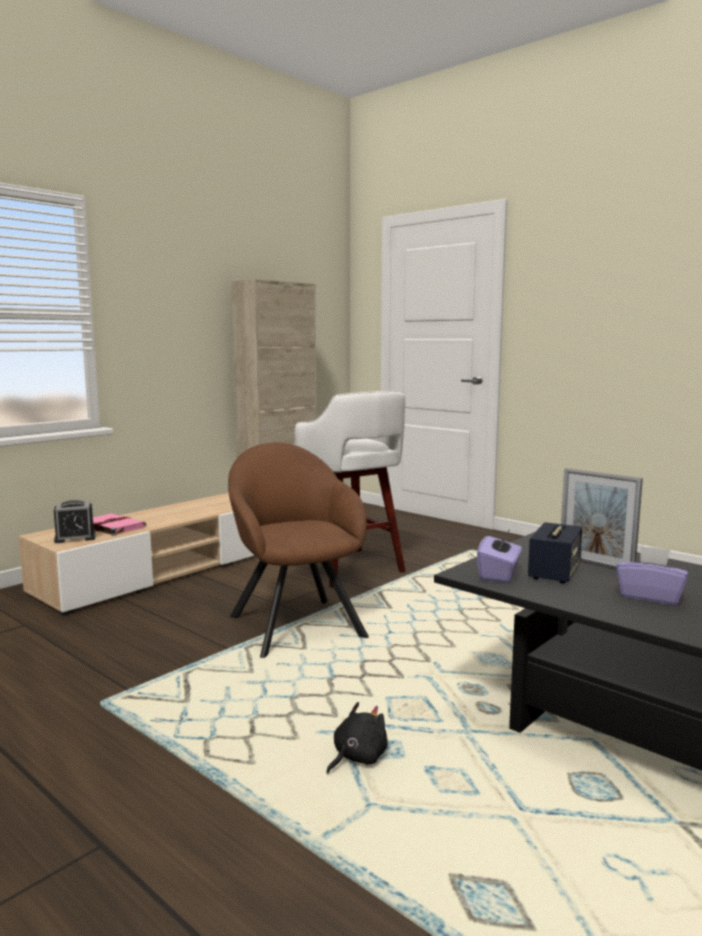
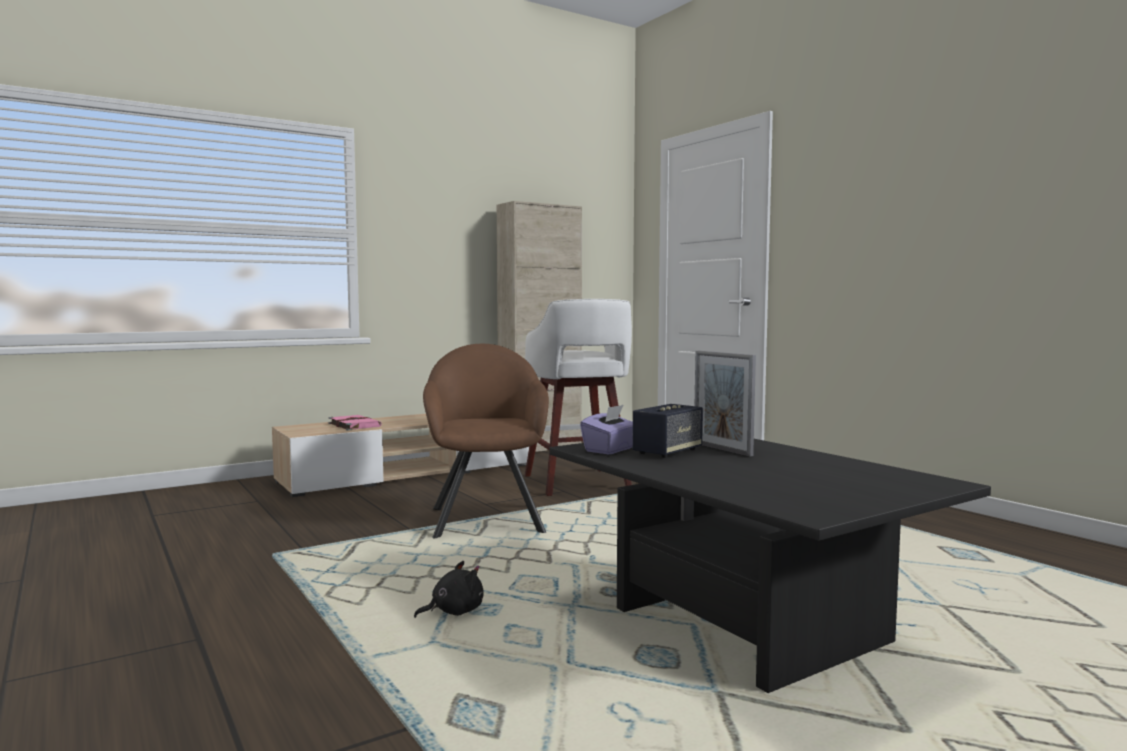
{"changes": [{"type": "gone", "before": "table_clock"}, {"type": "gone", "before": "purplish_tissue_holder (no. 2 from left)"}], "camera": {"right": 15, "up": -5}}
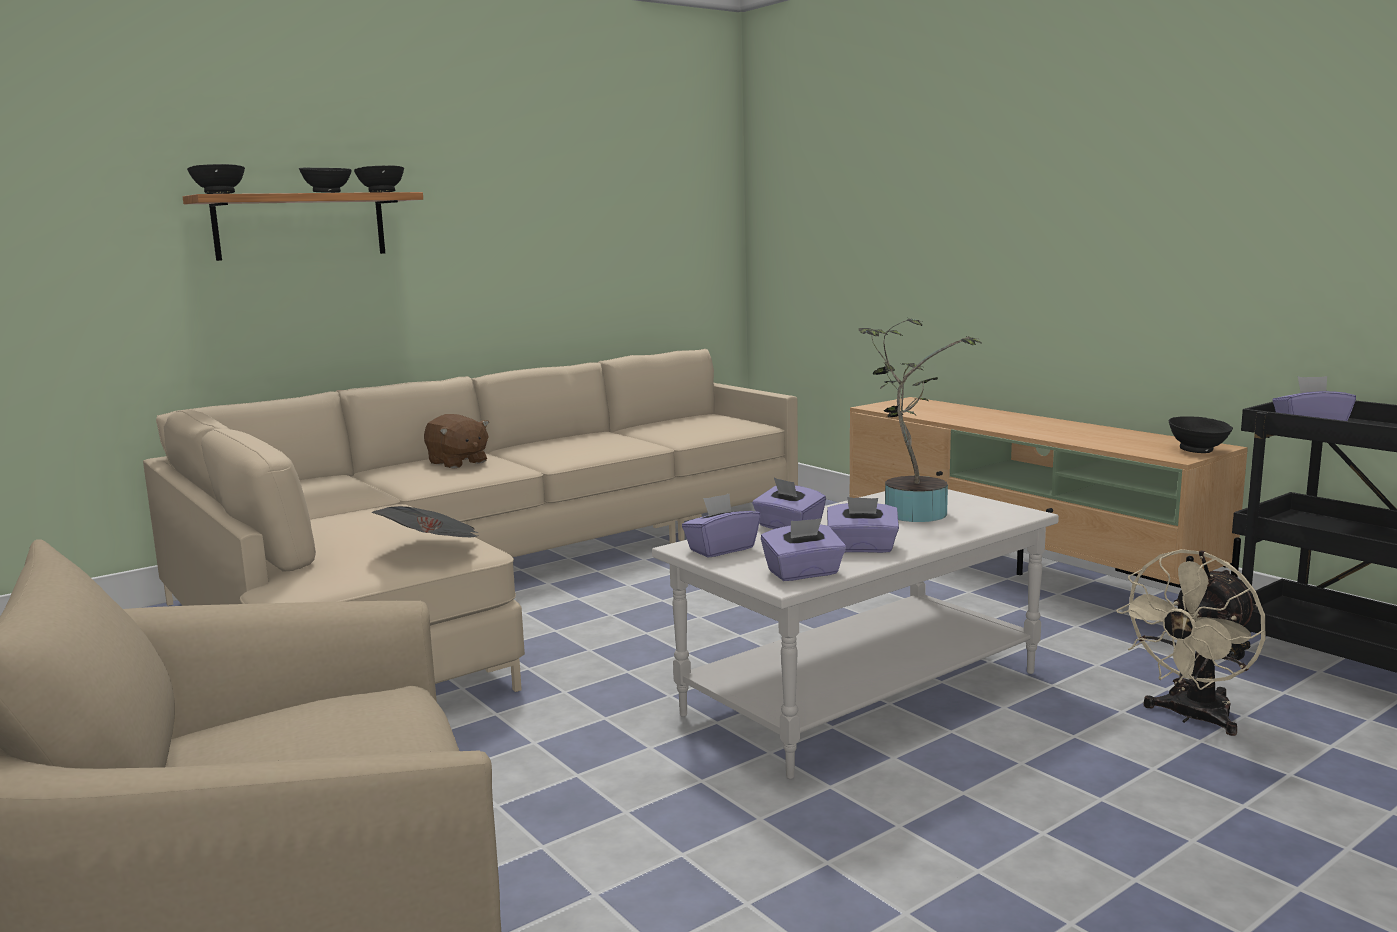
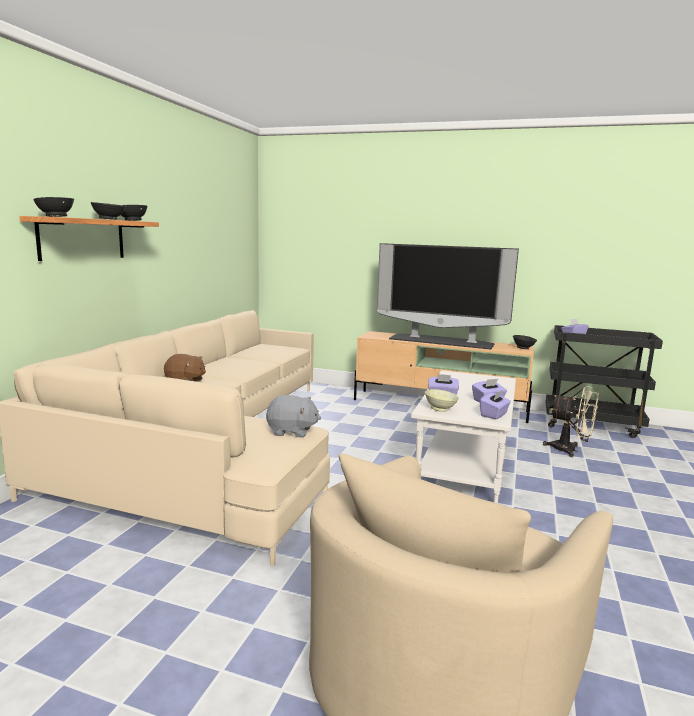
{"changes": [{"type": "gone", "before": "potted_plant"}, {"type": "swapped", "before": "purplish_tissue_holder (no. 1 from left)", "after": "sand-coloured_bowl"}, {"type": "swapped", "before": "newspaper", "after": "gray_soft_toy"}, {"type": "rotated", "before": "sand-coloured_electric_fan", "turn": -75}, {"type": "new", "after": "television"}], "camera": {"right": -35, "up": 0}}
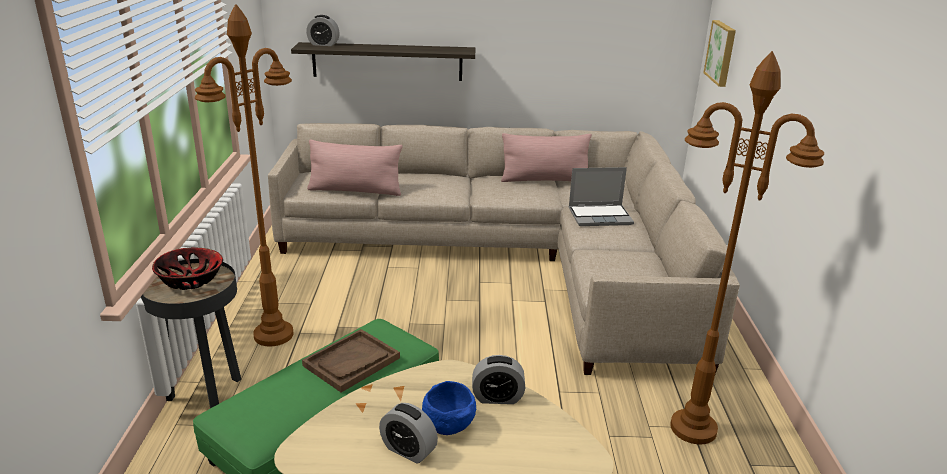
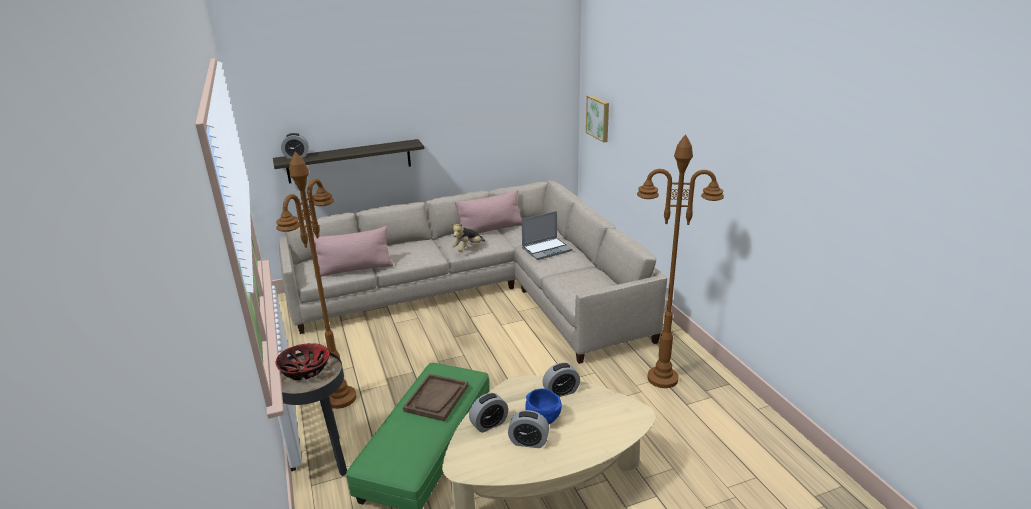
{"changes": [{"type": "new", "after": "soft_toy"}, {"type": "new", "after": "table_clock (no. 2 from left)"}], "camera": {"right": -20, "up": 0}}
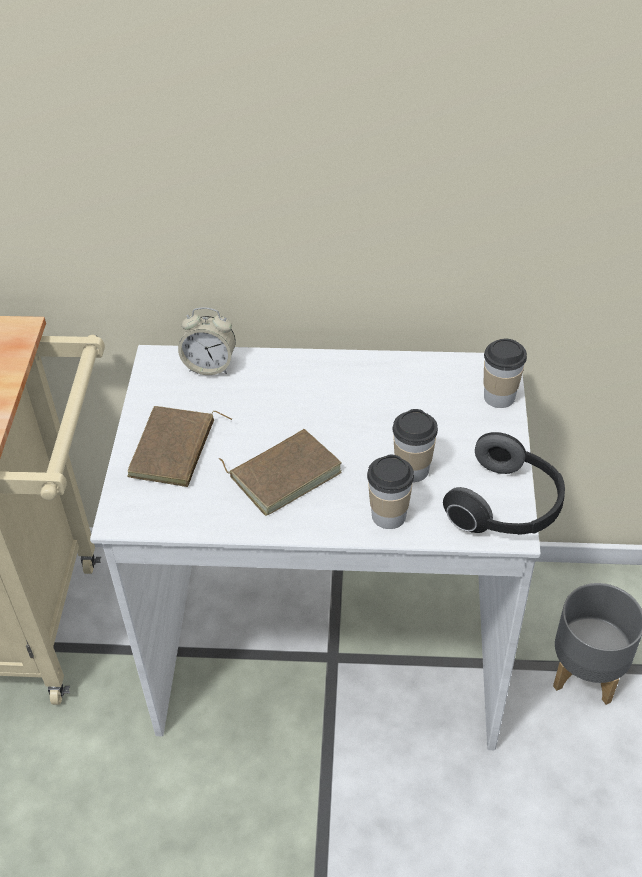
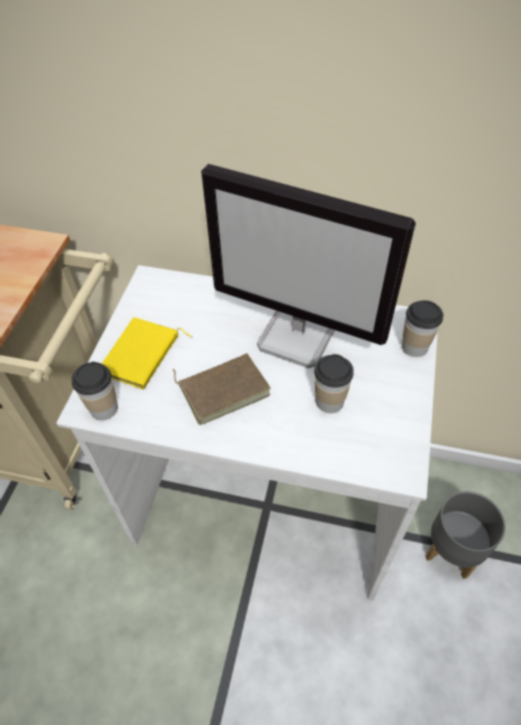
{"changes": [{"type": "gone", "before": "table_clock"}, {"type": "repainted", "before": "brown-coloured_bound_book (no. 1 from left)", "after": "yellow-coloured_bound_book"}, {"type": "gone", "before": "headset"}, {"type": "shifted", "before": "cup (no. 1 from left)"}, {"type": "new", "after": "computer_display"}], "camera": {"right": 10, "up": 5}}
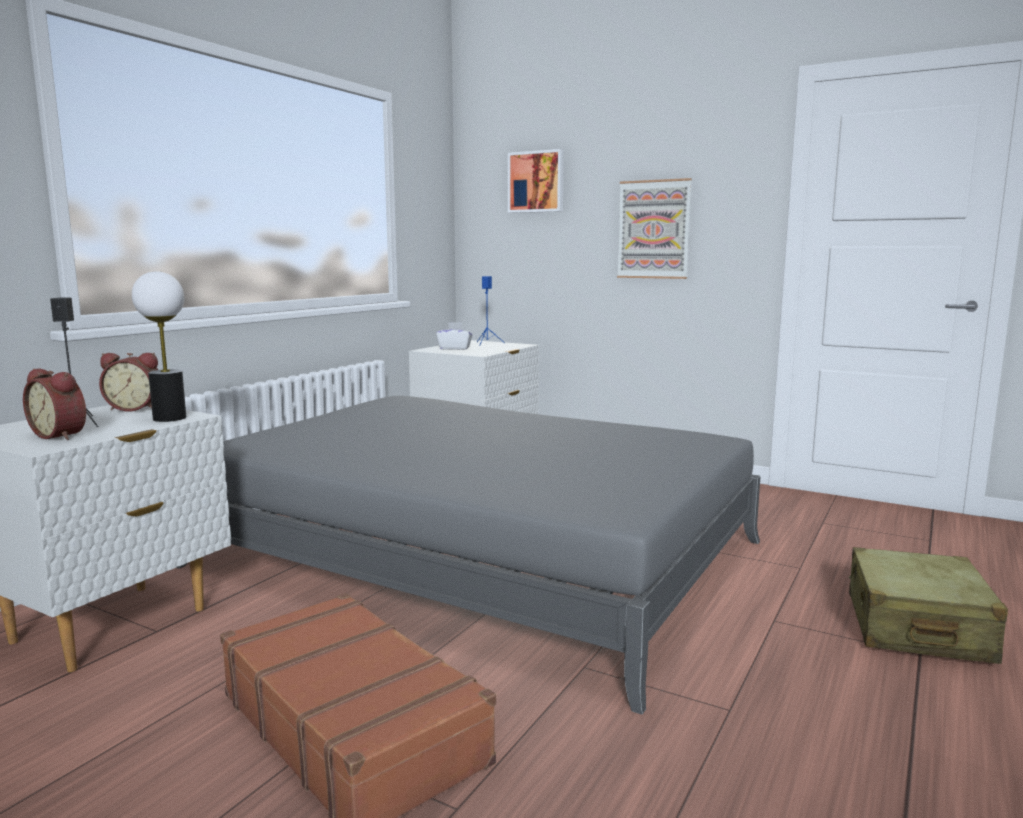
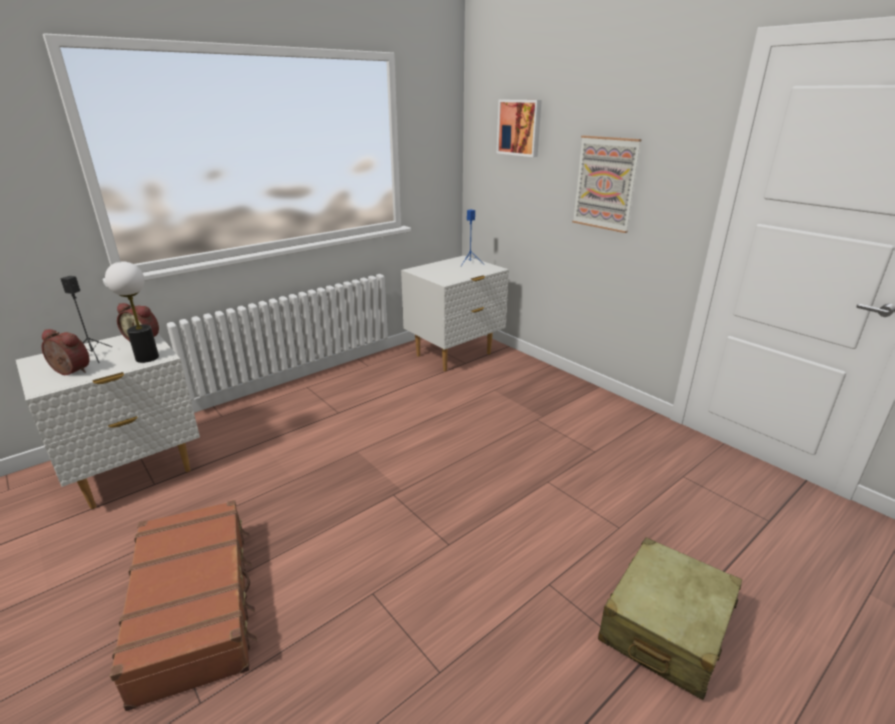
{"changes": [{"type": "gone", "before": "whitish_tissue_holder"}, {"type": "rotated", "before": "table_clock (no. 1 from left)", "turn": 150}, {"type": "gone", "before": "gray_bedroom_bed"}], "camera": {"right": 20, "up": 15}}
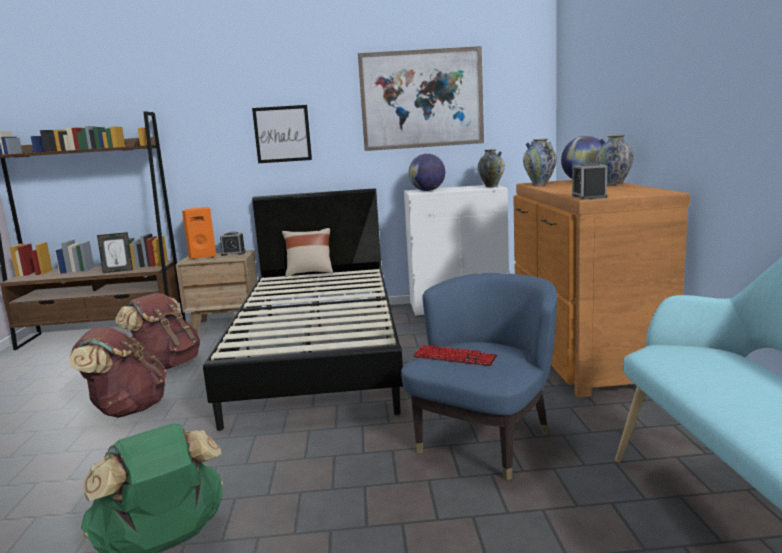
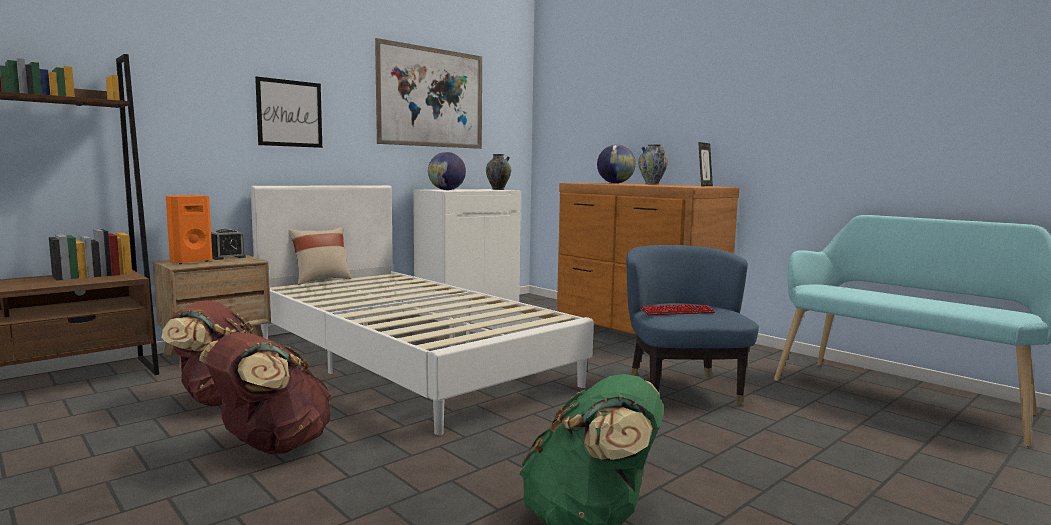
{"changes": [{"type": "gone", "before": "flower_vase (no. 2 from left)"}, {"type": "gone", "before": "table_clock (no. 2 from left)"}, {"type": "repainted", "before": "black-coloured_bedroom_bed", "after": "whitish_bedroom_bed"}, {"type": "shifted", "before": "picture_frame"}], "camera": {"right": -40, "up": -5}}
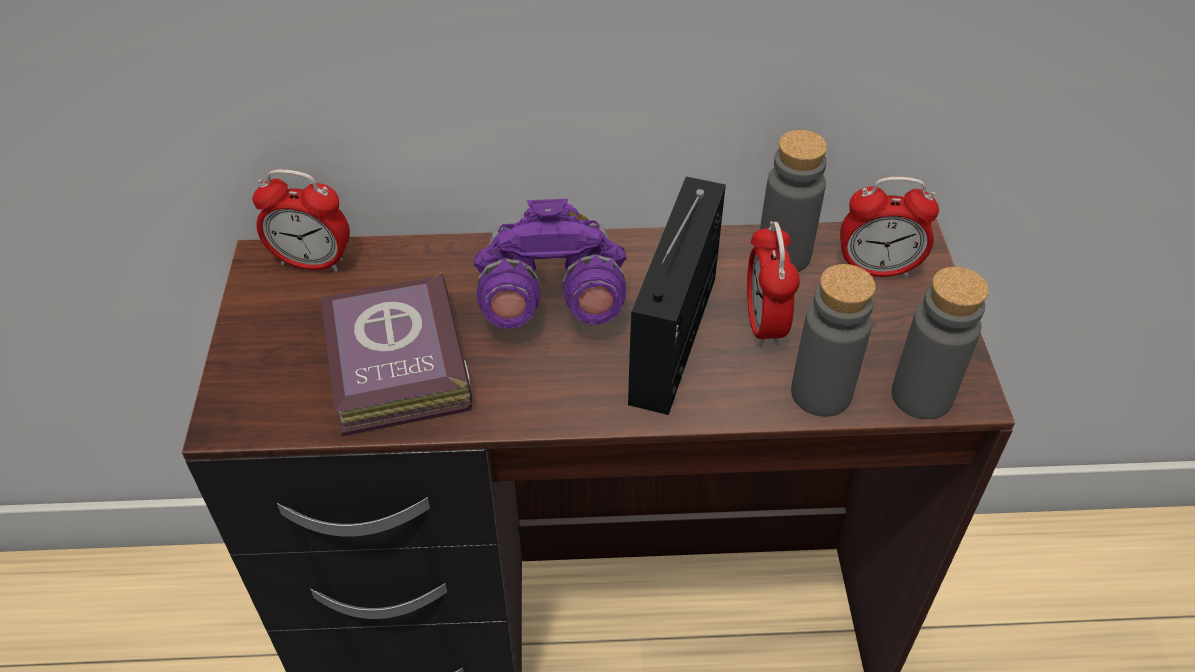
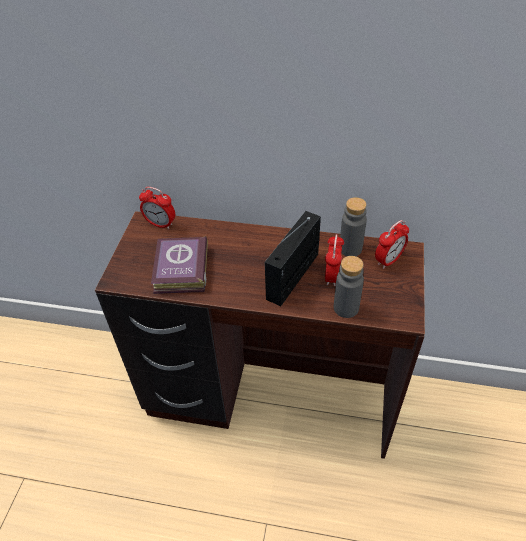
{"changes": [{"type": "rotated", "before": "table_clock (no. 3 from left)", "turn": -60}, {"type": "gone", "before": "purplish_pair_of_binoculars"}, {"type": "gone", "before": "gray_drink_bottle (no. 3 from left)"}], "camera": {"right": 15, "up": 0}}
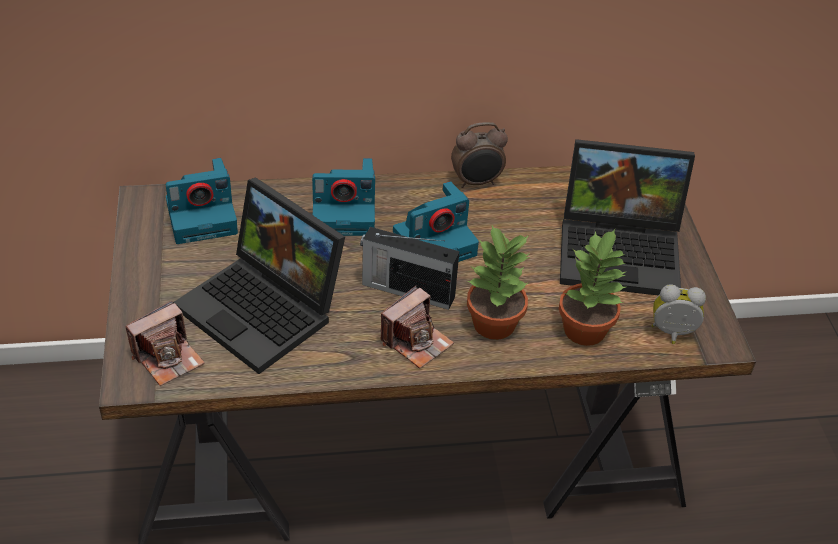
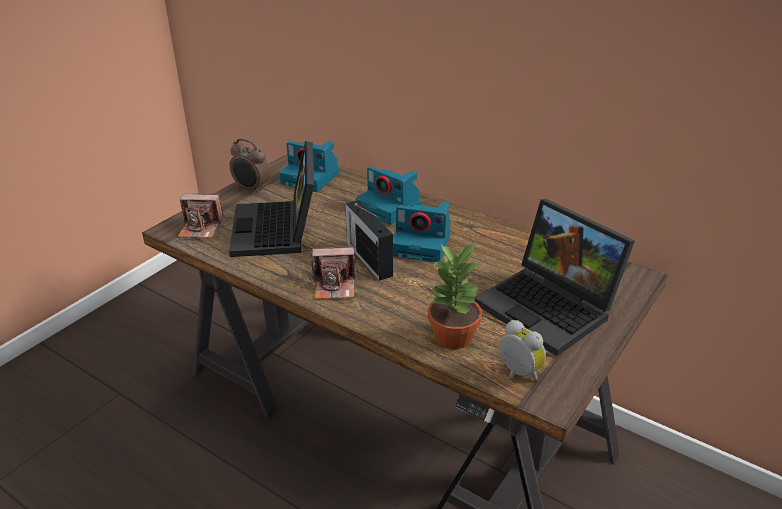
{"changes": [{"type": "shifted", "before": "table_clock (no. 1 from left)"}, {"type": "gone", "before": "potted_plant (no. 1 from left)"}], "camera": {"right": 45, "up": -10}}
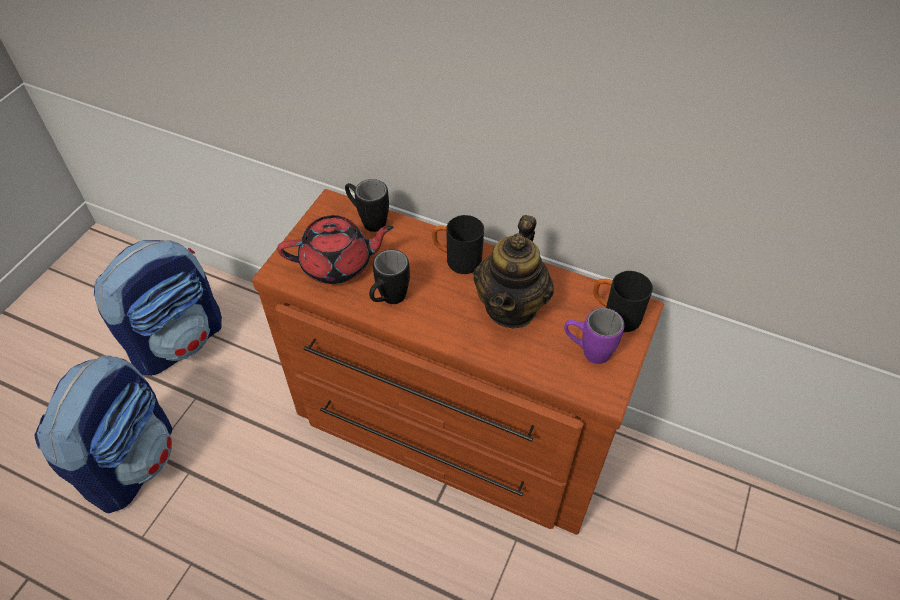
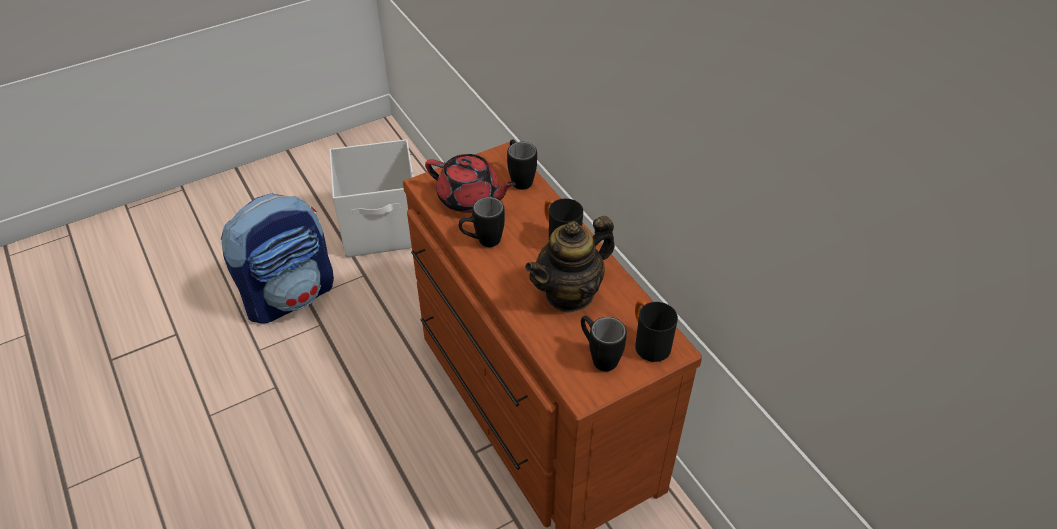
{"changes": [{"type": "swapped", "before": "backpack (no. 2 from left)", "after": "whitish_storage_container"}, {"type": "repainted", "before": "purplish_coffee_mug", "after": "black-coloured_coffee_mug (no. 4 from left)"}], "camera": {"right": 35, "up": -5}}
